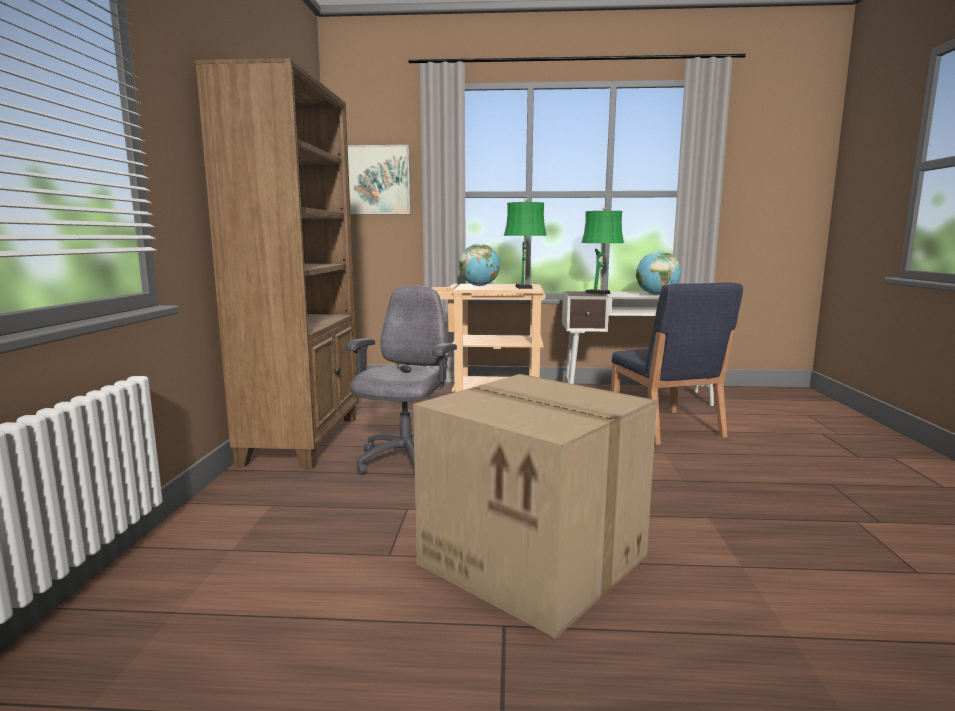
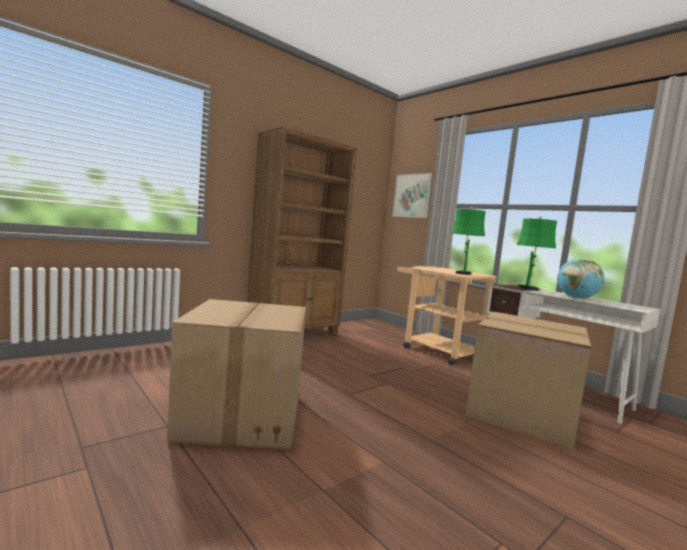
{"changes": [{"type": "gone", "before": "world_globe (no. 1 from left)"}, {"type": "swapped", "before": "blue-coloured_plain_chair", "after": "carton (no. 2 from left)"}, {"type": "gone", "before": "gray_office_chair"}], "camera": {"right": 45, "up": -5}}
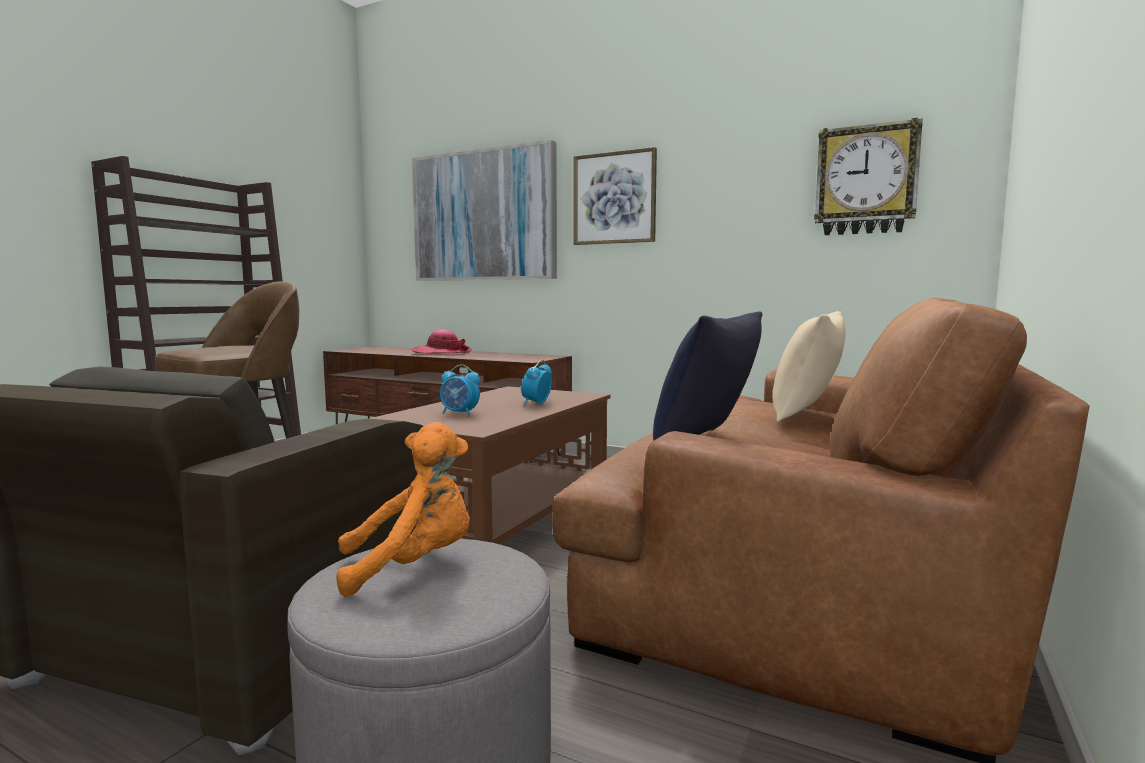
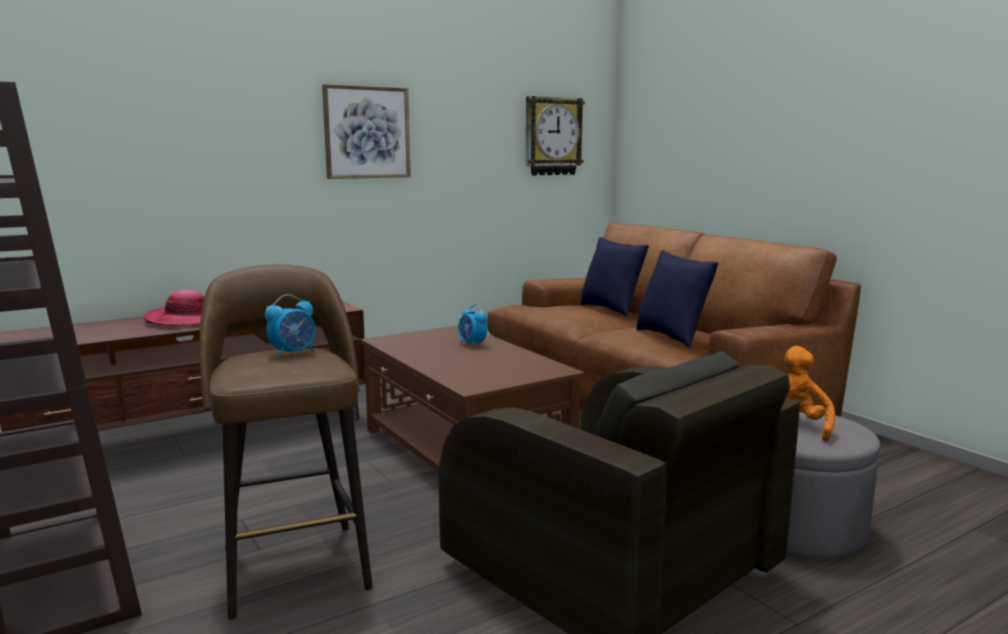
{"changes": [{"type": "gone", "before": "wall_art (no. 1 from left)"}, {"type": "repainted", "before": "sand-coloured_pillow", "after": "blue-coloured_pillow (no. 1 from left)"}, {"type": "shifted", "before": "table_clock (no. 1 from left)"}], "camera": {"right": -60, "up": 5}}
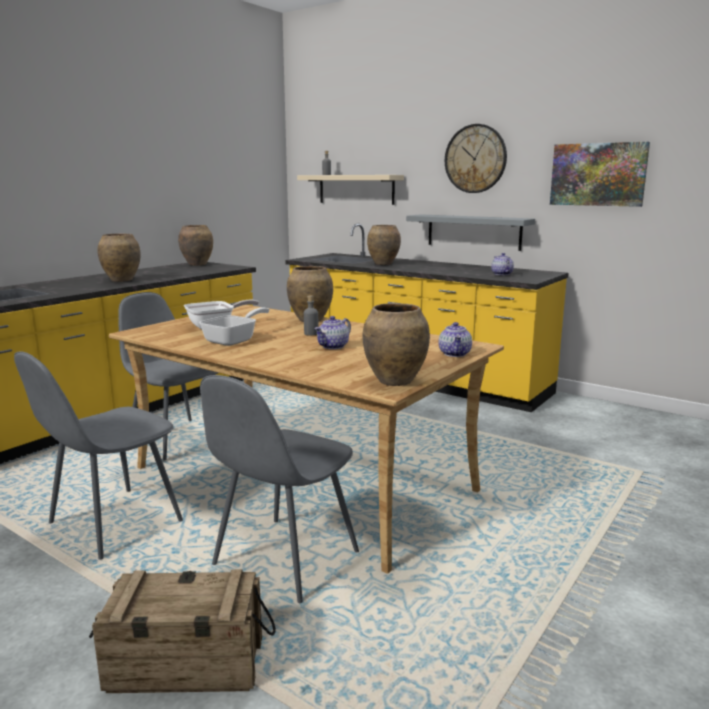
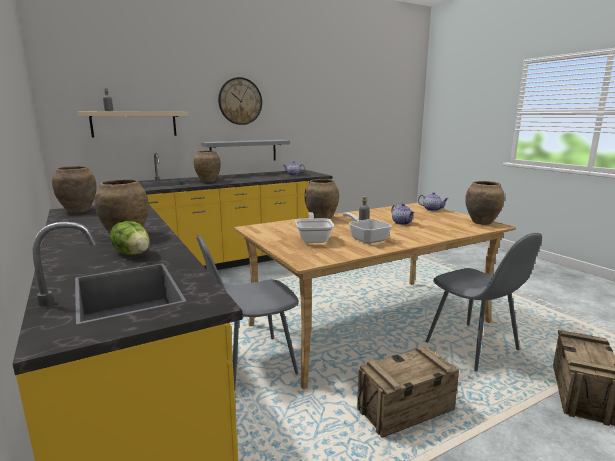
{"changes": [{"type": "gone", "before": "wall_art"}, {"type": "swapped", "before": "gray_plain_chair (no. 1 from left)", "after": "packing_crate (no. 1 from left)"}, {"type": "new", "after": "lettuce_head"}], "camera": {"right": -65, "up": 0}}
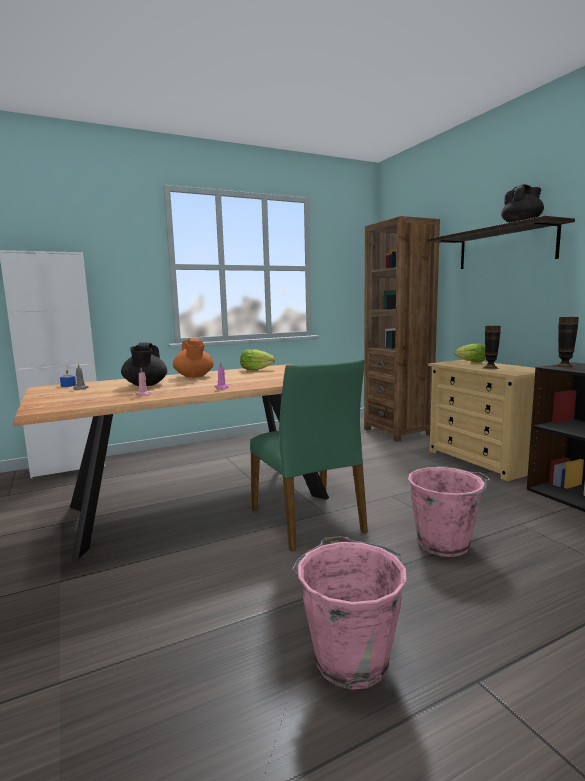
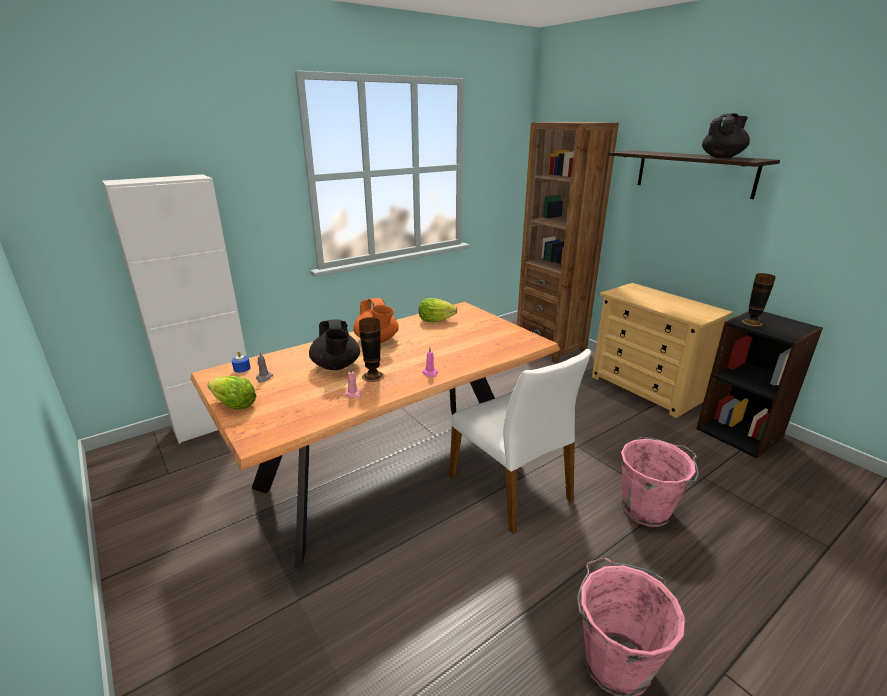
{"changes": [{"type": "shifted", "before": "flower_vase (no. 1 from left)"}, {"type": "shifted", "before": "lettuce_head (no. 2 from left in the first image)", "after": "lettuce_head (no. 1 from left)"}, {"type": "repainted", "before": "greenish_plain_chair", "after": "whitish_plain_chair"}], "camera": {"right": -10, "up": 15}}
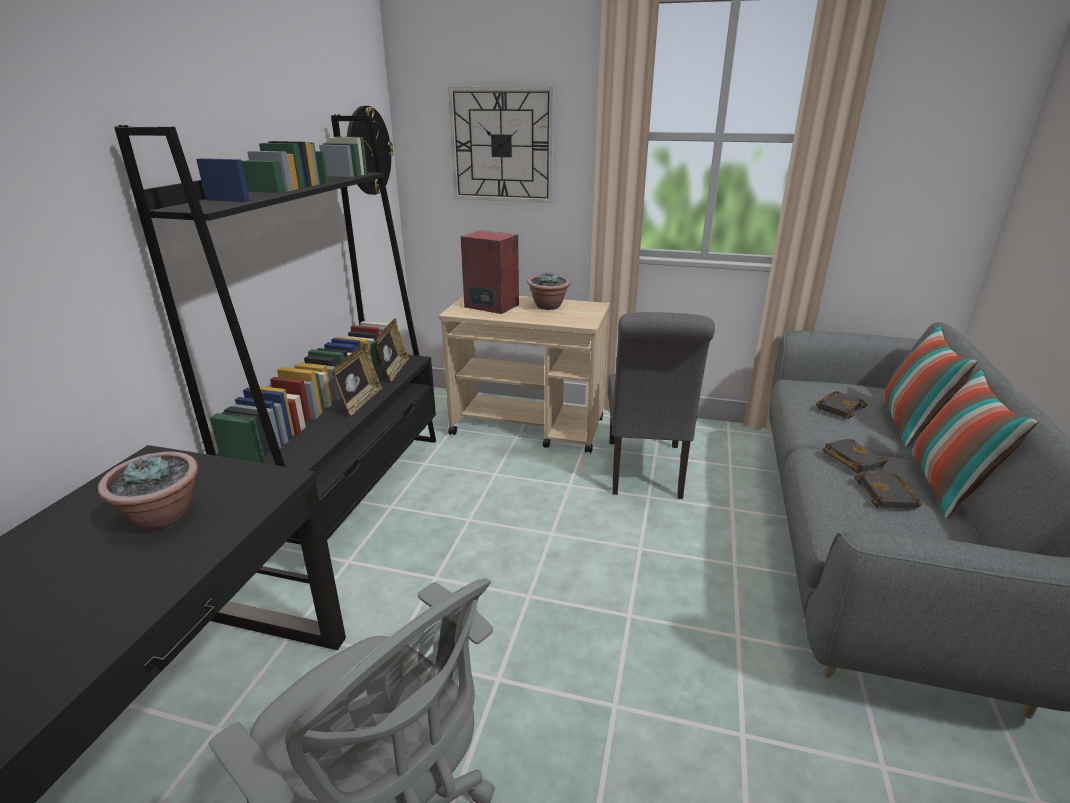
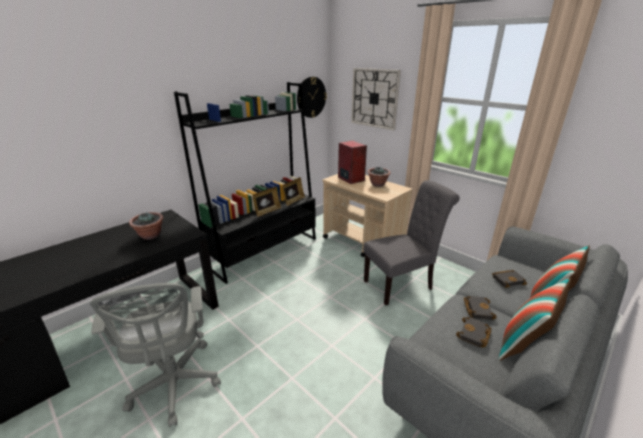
{"changes": [{"type": "rotated", "before": "gray_plain_chair", "turn": -150}], "camera": {"right": 30, "up": 0}}
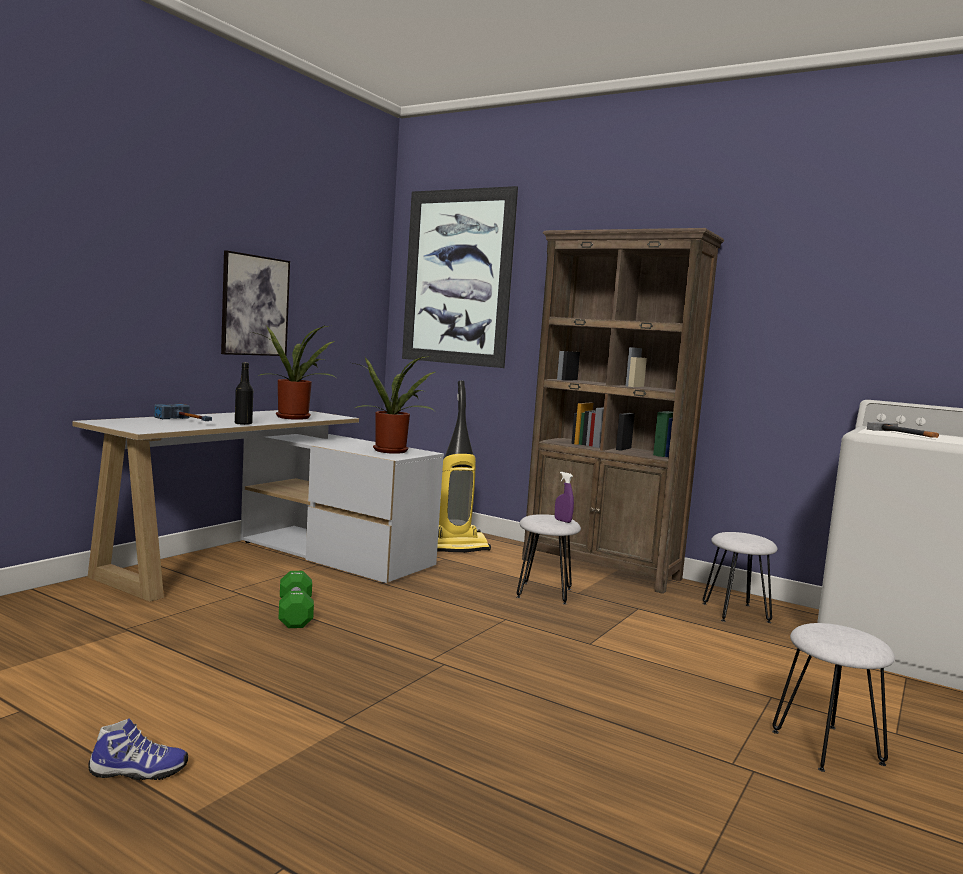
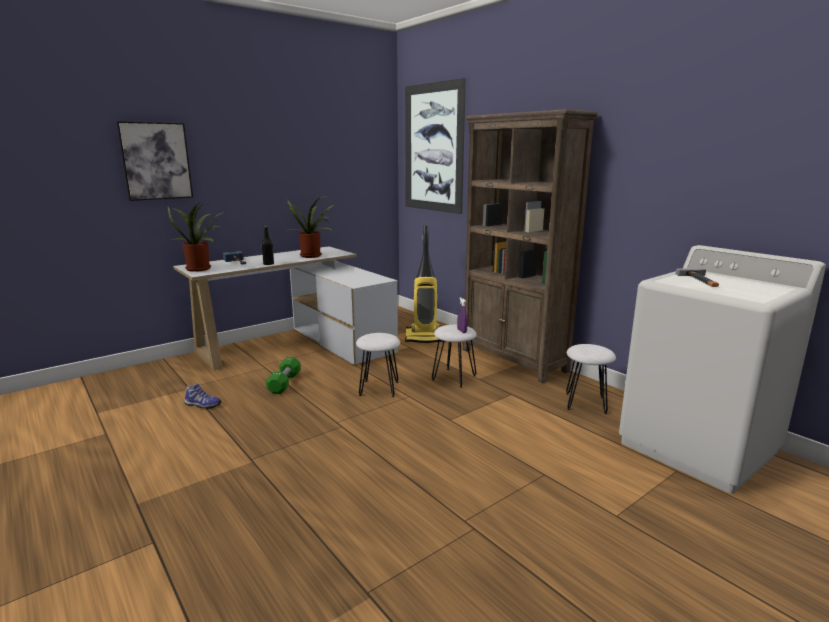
{"changes": [{"type": "shifted", "before": "wall_art (no. 1 from left)"}, {"type": "shifted", "before": "potted_plant (no. 2 from left in the first image)", "after": "potted_plant (no. 1 from left)"}, {"type": "shifted", "before": "whitish_sitting_stool (no. 3 from left in the first image)", "after": "whitish_sitting_stool (no. 1 from left)"}, {"type": "shifted", "before": "shoe"}], "camera": {"right": 20, "up": 10}}
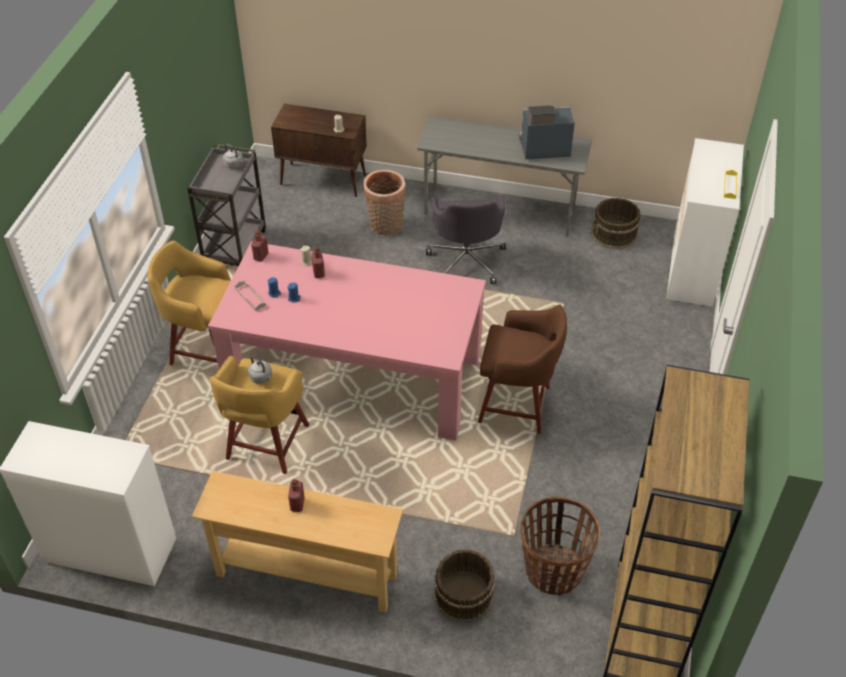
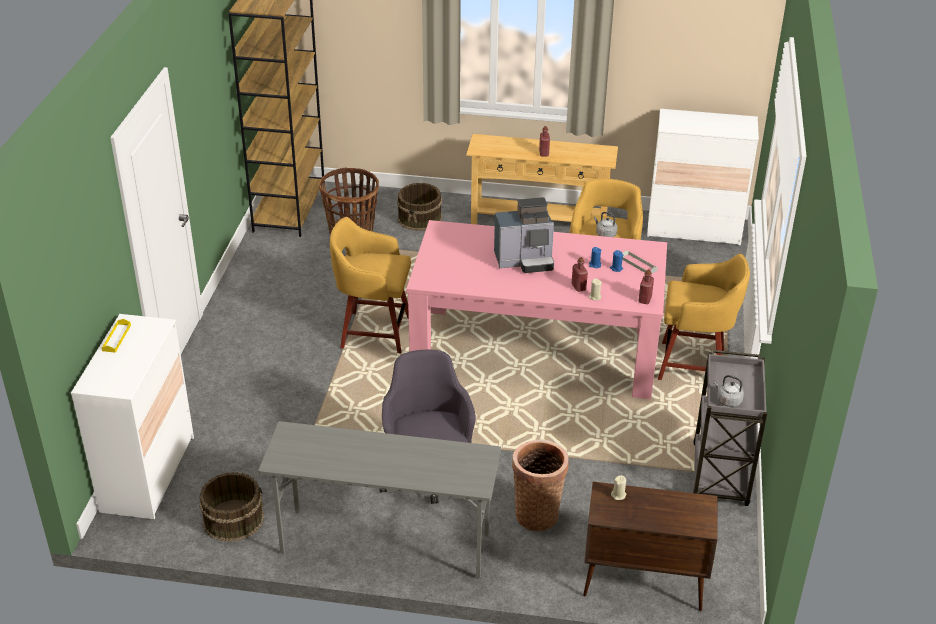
{"changes": [{"type": "shifted", "before": "coffee_machine"}, {"type": "repainted", "before": "brown-coloured_sitting_stool", "after": "yellow-coloured_sitting_stool (no. 1 from left)"}], "camera": {"right": 175, "up": -10}}
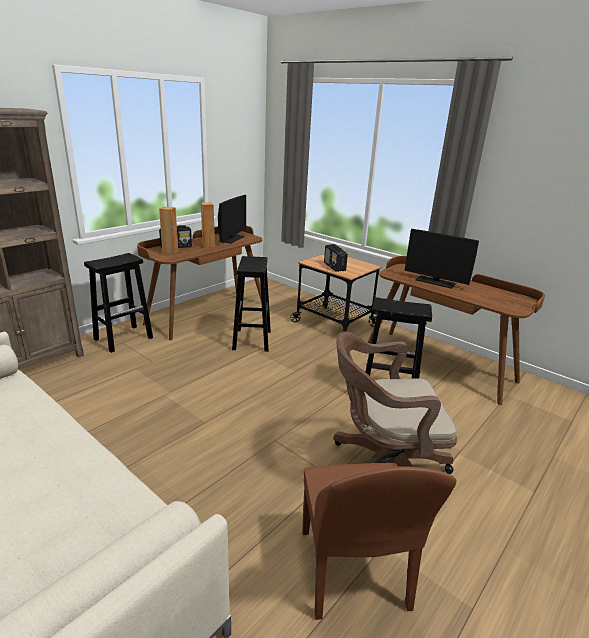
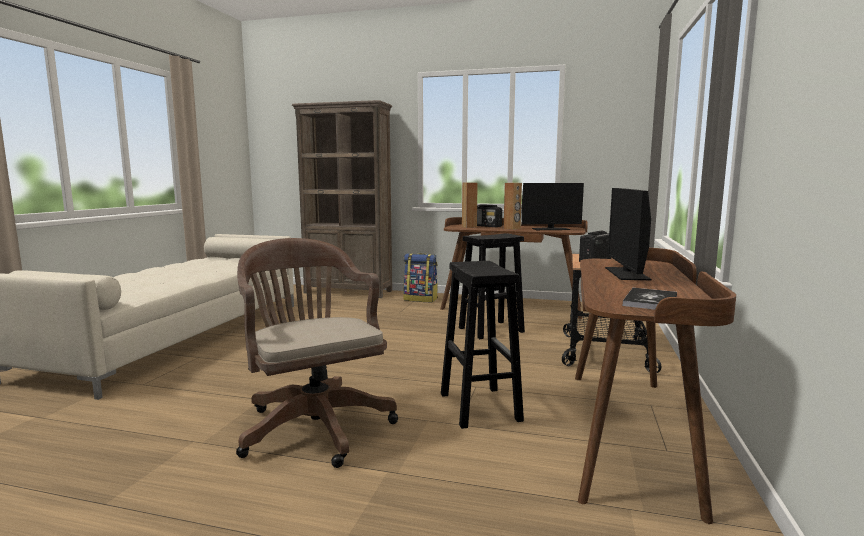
{"changes": [{"type": "swapped", "before": "black-coloured_sitting_stool (no. 1 from left)", "after": "backpack"}, {"type": "gone", "before": "brown-coloured_plain_chair"}, {"type": "new", "after": "bound_book"}], "camera": {"right": 65, "up": -15}}
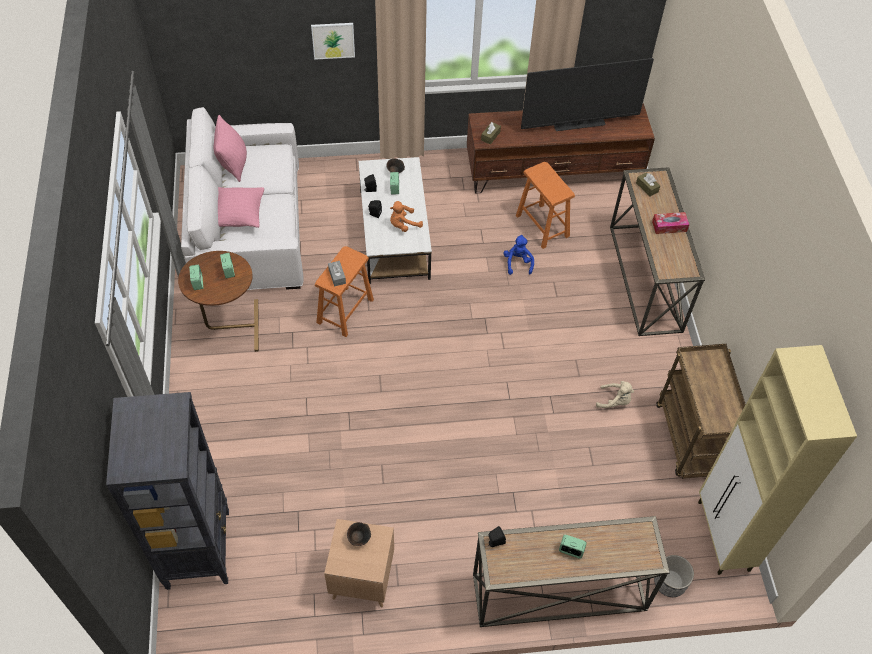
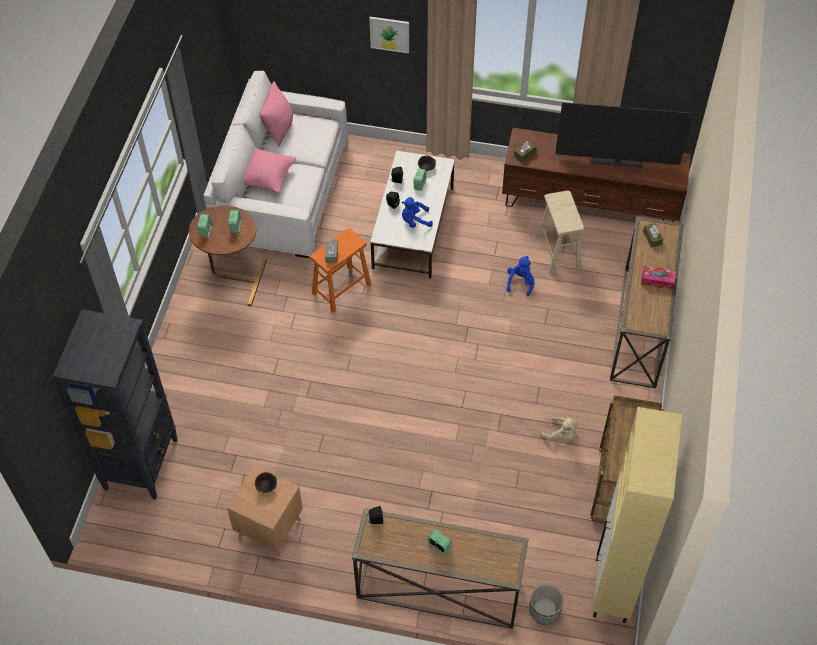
{"changes": [{"type": "repainted", "before": "orange_sitting_stool (no. 2 from left)", "after": "sand-coloured_sitting_stool"}, {"type": "repainted", "before": "orange_soft_toy", "after": "blue-coloured_soft_toy (no. 1 from left)"}], "camera": {"right": 20, "up": 0}}
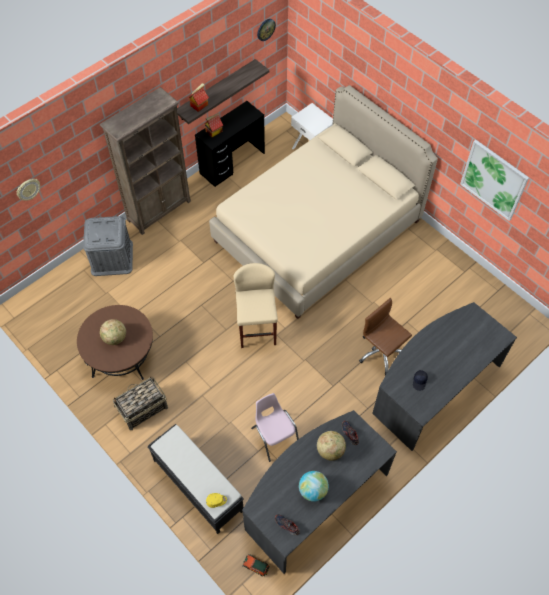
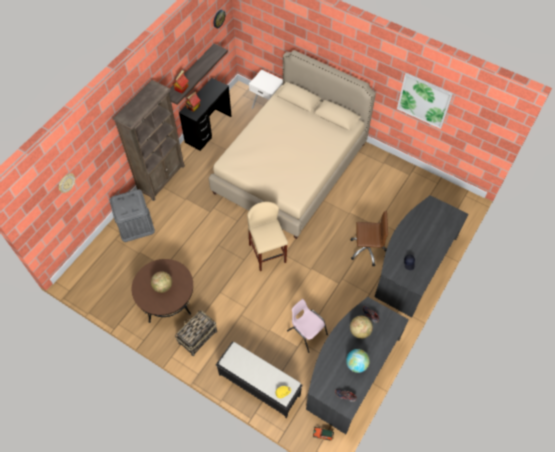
{"changes": [{"type": "rotated", "before": "brown-coloured_office_chair", "turn": 150}], "camera": {"right": -15, "up": 0}}
